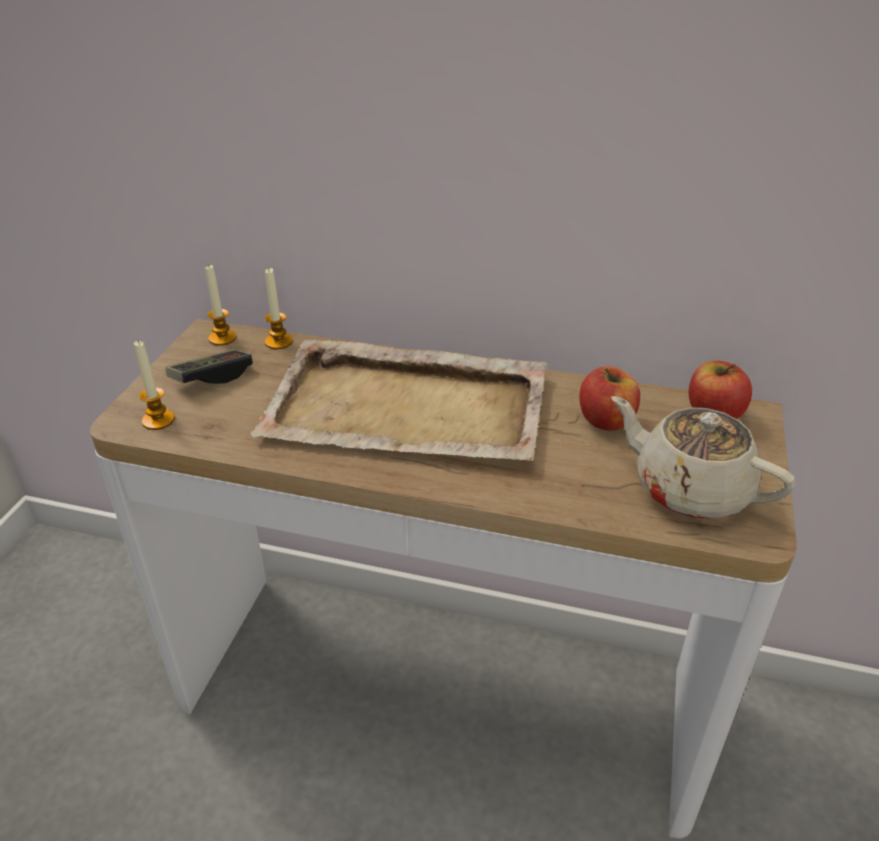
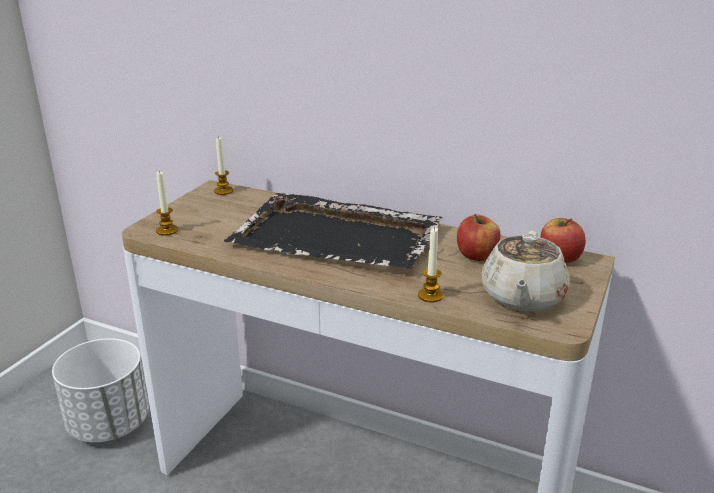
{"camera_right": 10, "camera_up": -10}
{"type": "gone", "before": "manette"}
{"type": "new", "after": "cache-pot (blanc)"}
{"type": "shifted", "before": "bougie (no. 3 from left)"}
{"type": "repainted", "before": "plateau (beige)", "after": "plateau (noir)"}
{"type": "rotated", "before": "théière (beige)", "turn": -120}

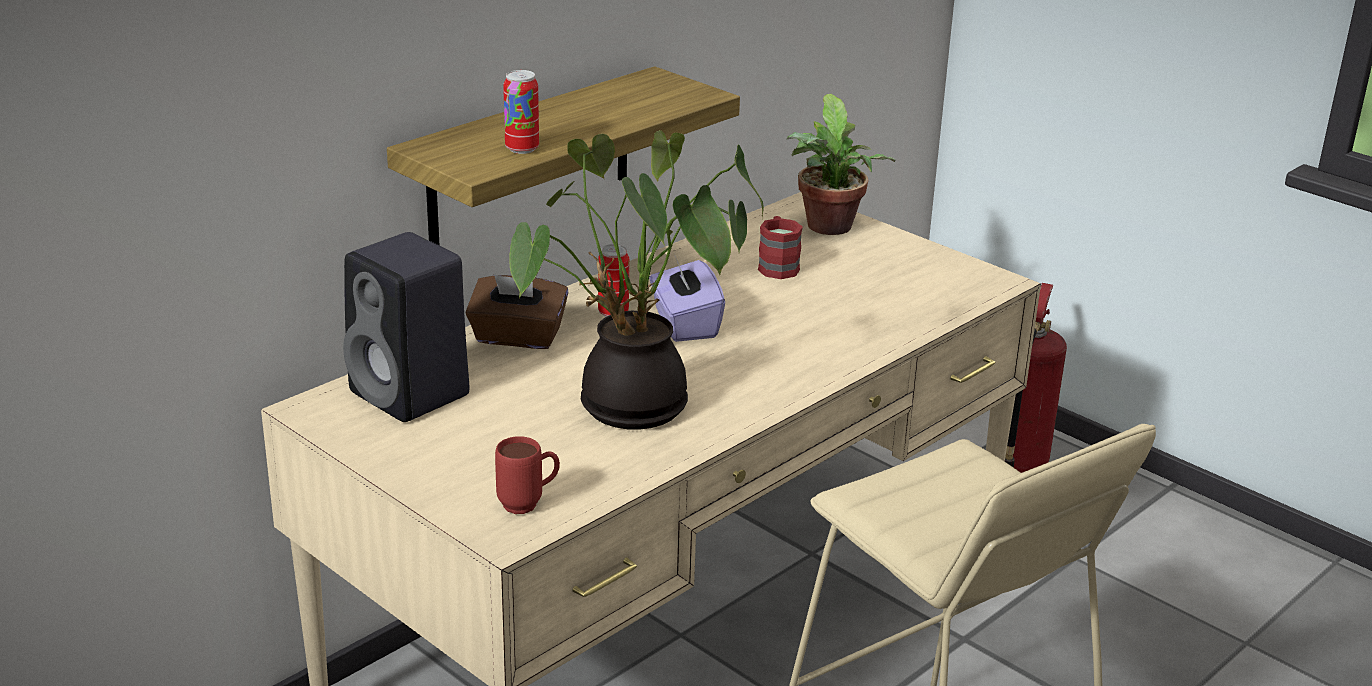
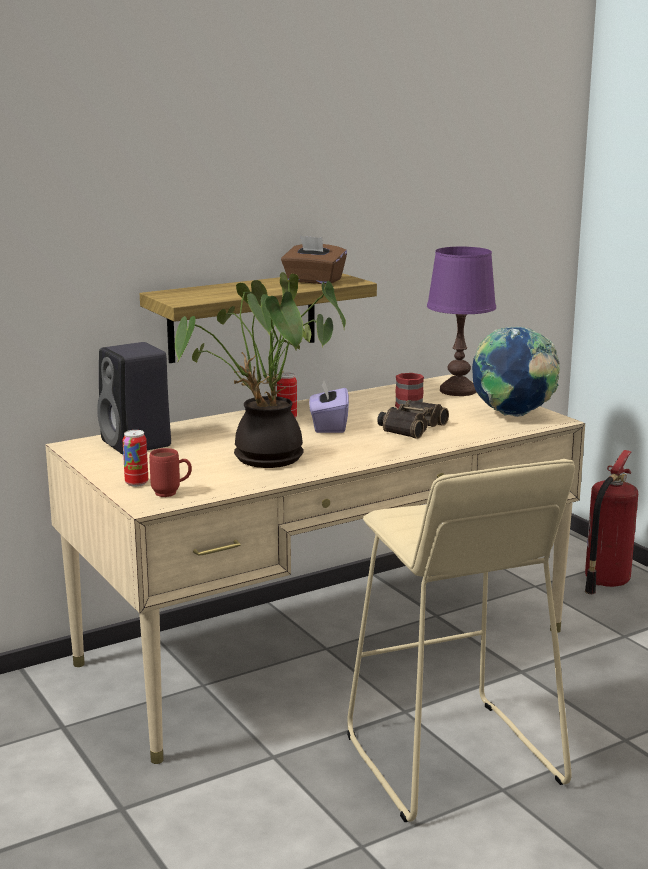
{"camera_right": 15, "camera_up": -10}
{"type": "new", "after": "jumelles"}
{"type": "new", "after": "globe"}
{"type": "shifted", "before": "boîte à mouchoirs (marron)"}
{"type": "shifted", "before": "boîte métallique (no. 1 from left)"}
{"type": "swapped", "before": "plante en pot (no. 2 from left)", "after": "lampe de table (violet)"}

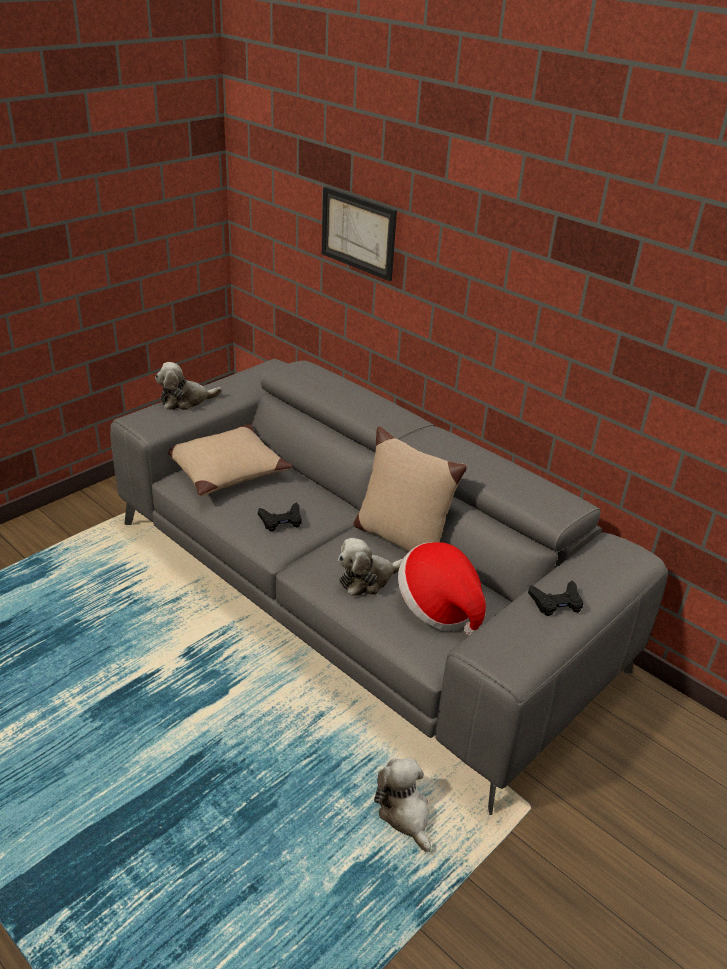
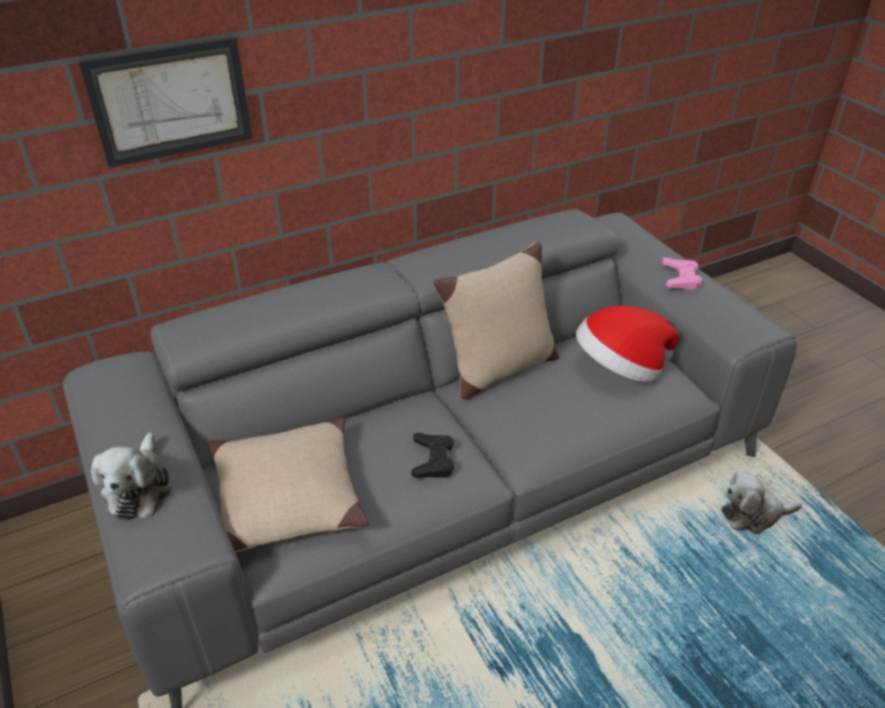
{"camera_right": -70, "camera_up": 5}
{"type": "gone", "before": "peluche (no. 2 from left)"}
{"type": "repainted", "before": "manette (noir) (no. 2 from left)", "after": "manette (rose)"}

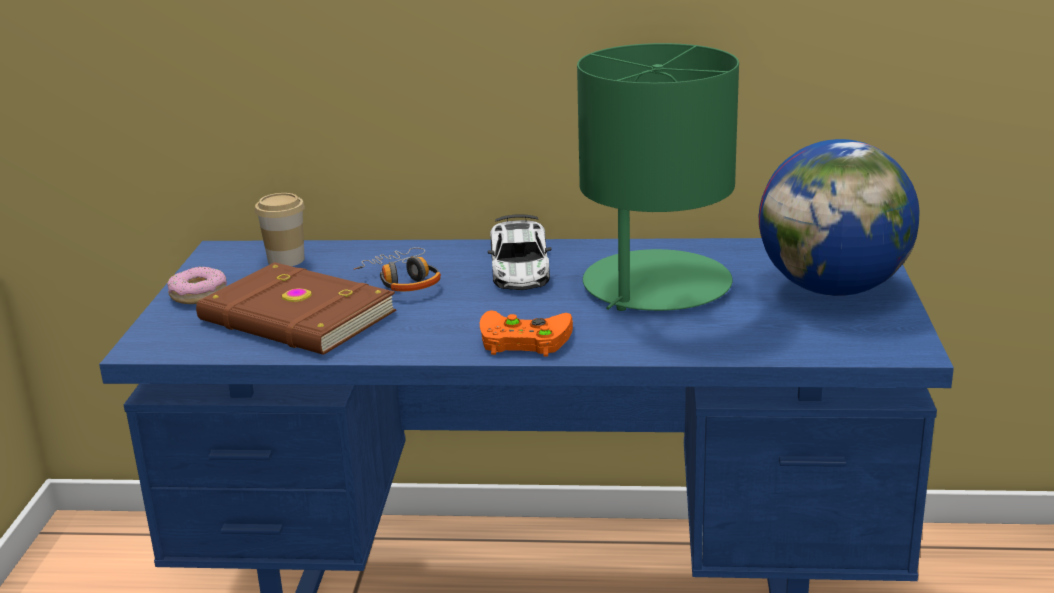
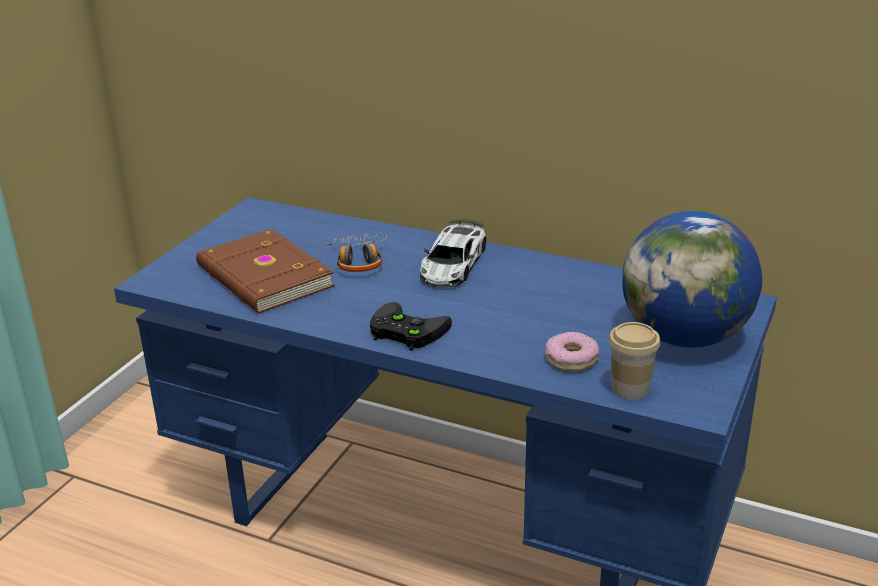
{"camera_right": 20, "camera_up": 5}
{"type": "gone", "before": "lampe de table (vert)"}
{"type": "shifted", "before": "beignet"}
{"type": "shifted", "before": "tasse"}
{"type": "repainted", "before": "manette (orange)", "after": "manette (noir)"}

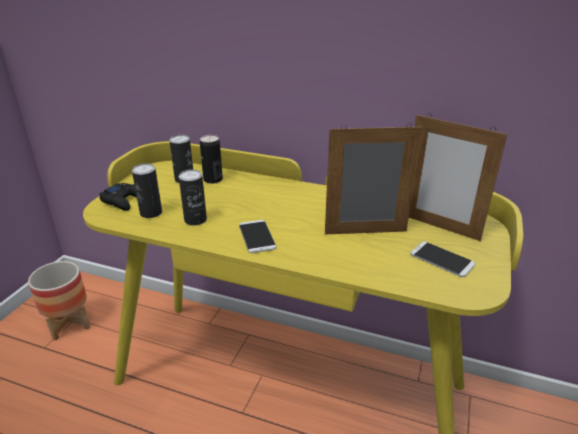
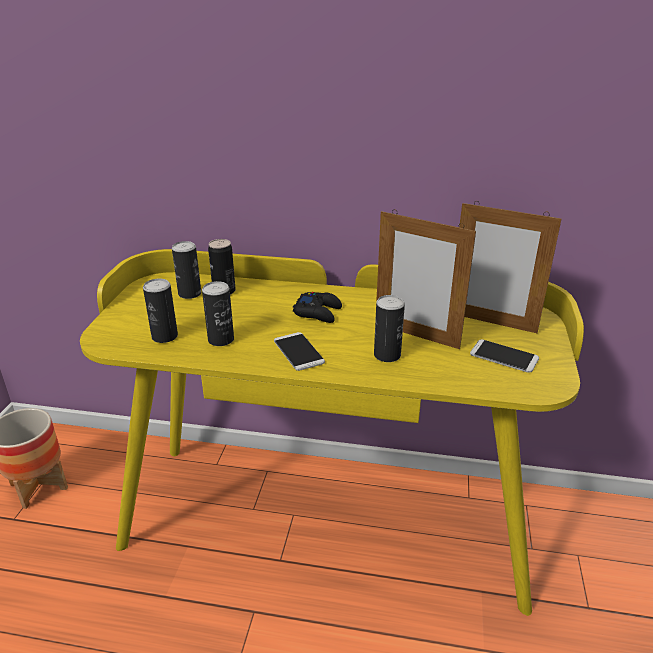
{"camera_right": -10, "camera_up": 0}
{"type": "new", "after": "boîte métallique (no. 5 from left)"}
{"type": "shifted", "before": "manette (noir)"}
{"type": "rotated", "before": "cadre photo (no. 1 from left)", "turn": -135}

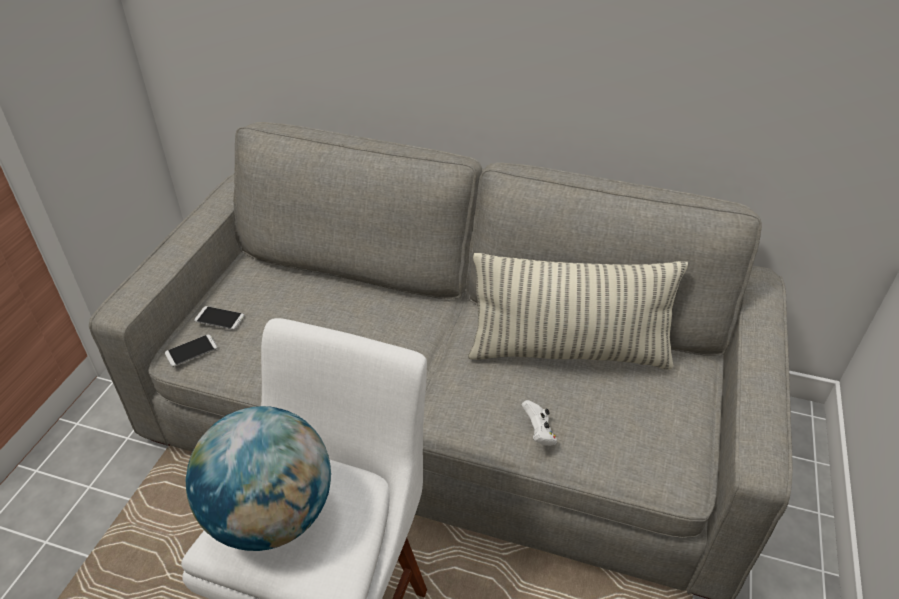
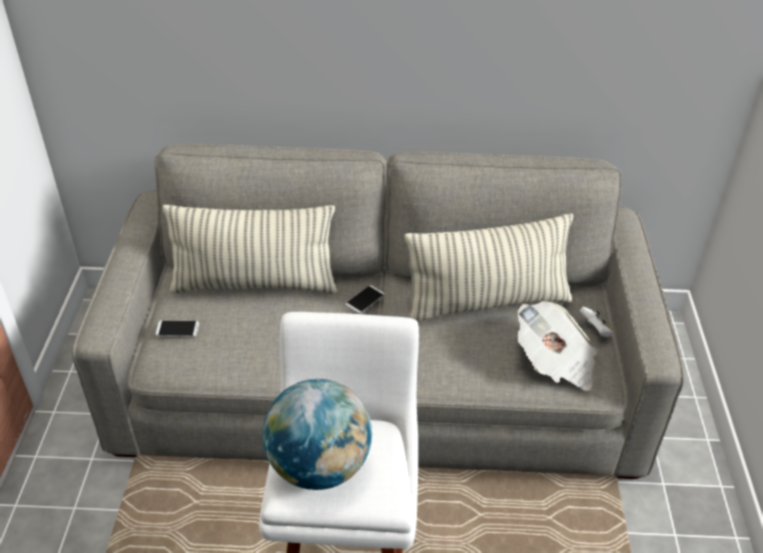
{"camera_right": -15, "camera_up": 0}
{"type": "new", "after": "coussin (no. 1 from left)"}
{"type": "new", "after": "journal"}
{"type": "shifted", "before": "téléphone (no. 1 from left in the first image)", "after": "téléphone (no. 2 from left)"}
{"type": "shifted", "before": "manette (blanc)"}

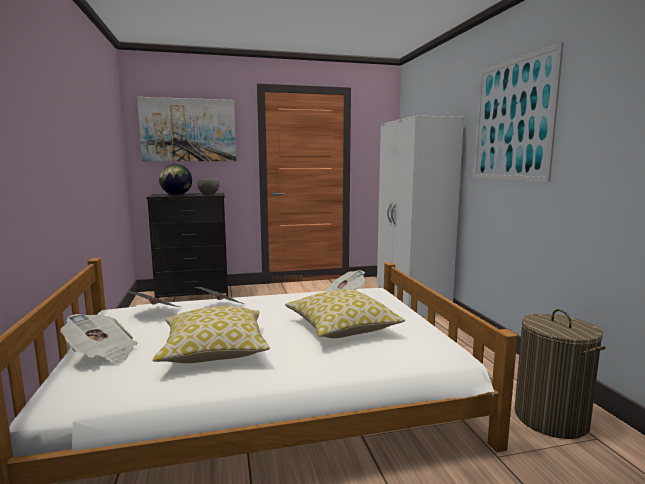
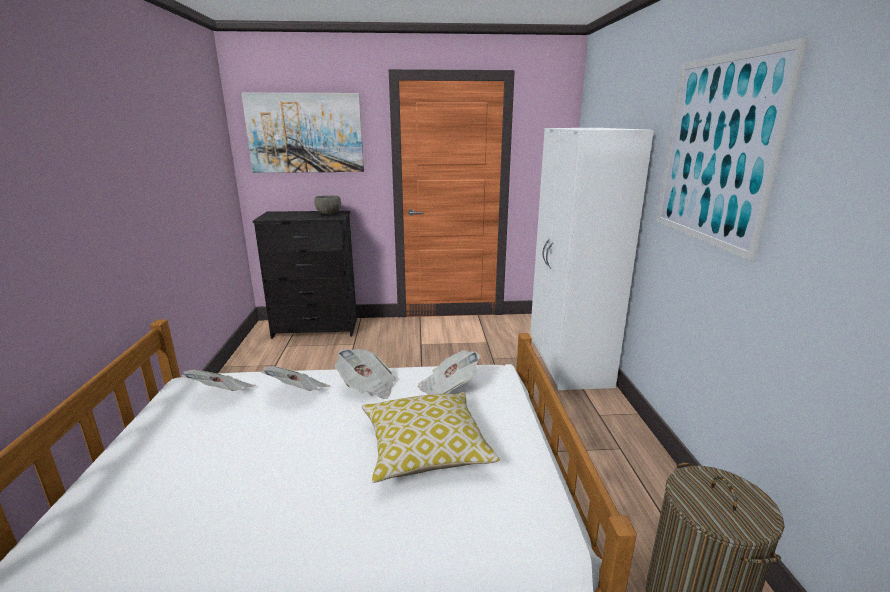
{"camera_right": 10, "camera_up": 10}
{"type": "gone", "before": "coussin (no. 1 from left)"}
{"type": "gone", "before": "globe"}
{"type": "shifted", "before": "journal (no. 1 from left in the first image)", "after": "journal (no. 3 from left)"}

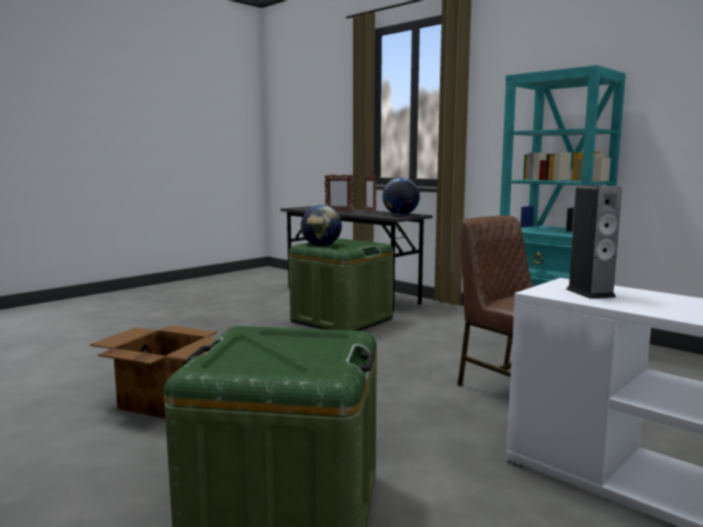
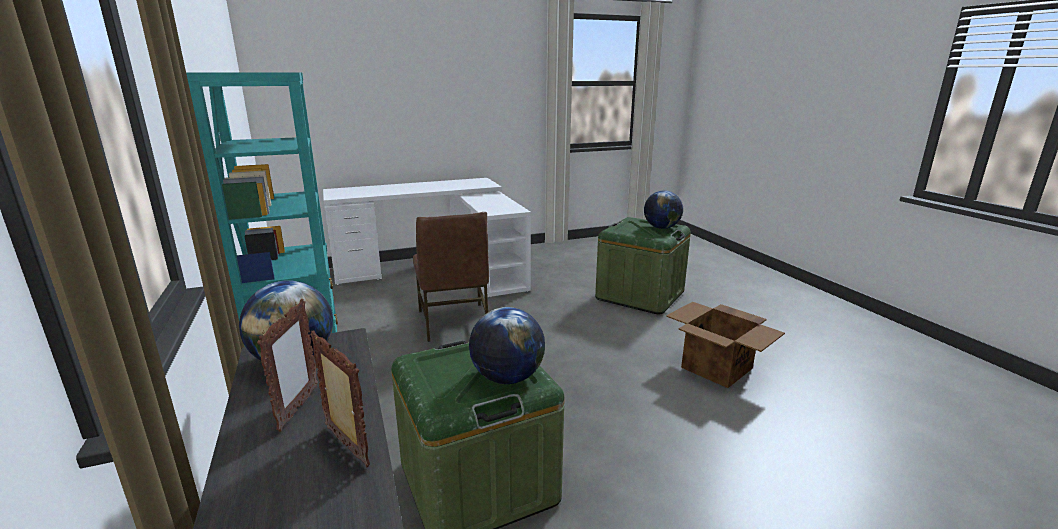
{"camera_right": -155, "camera_up": 10}
{"type": "gone", "before": "enceinte"}
{"type": "new", "after": "globe (no. 3 from left)"}

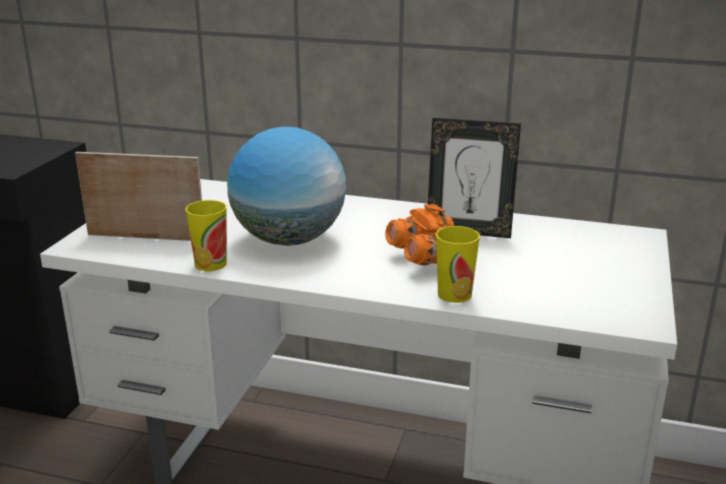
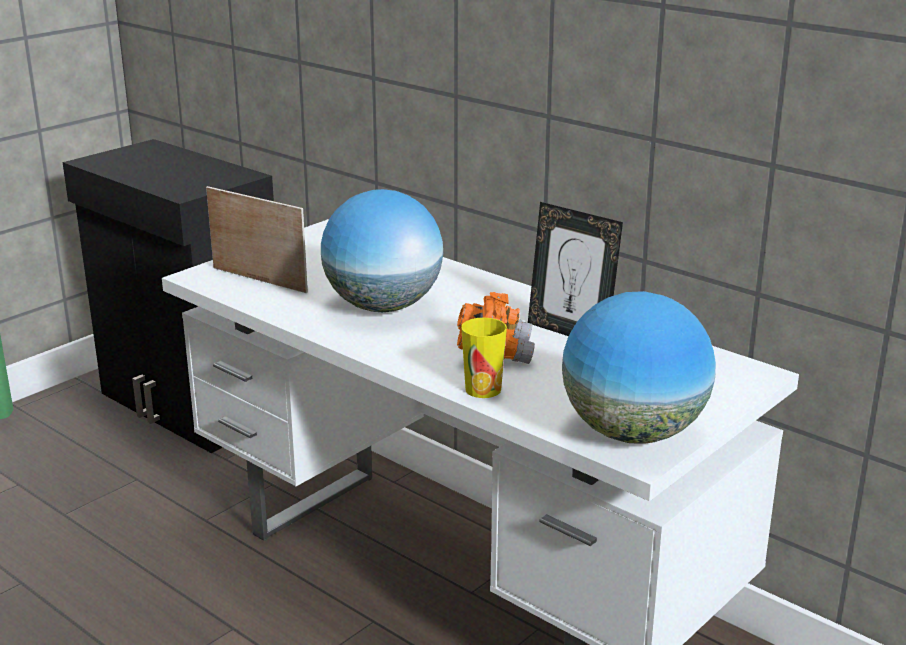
{"camera_right": 25, "camera_up": 0}
{"type": "gone", "before": "tasse (no. 1 from left)"}
{"type": "new", "after": "globe (no. 2 from left)"}

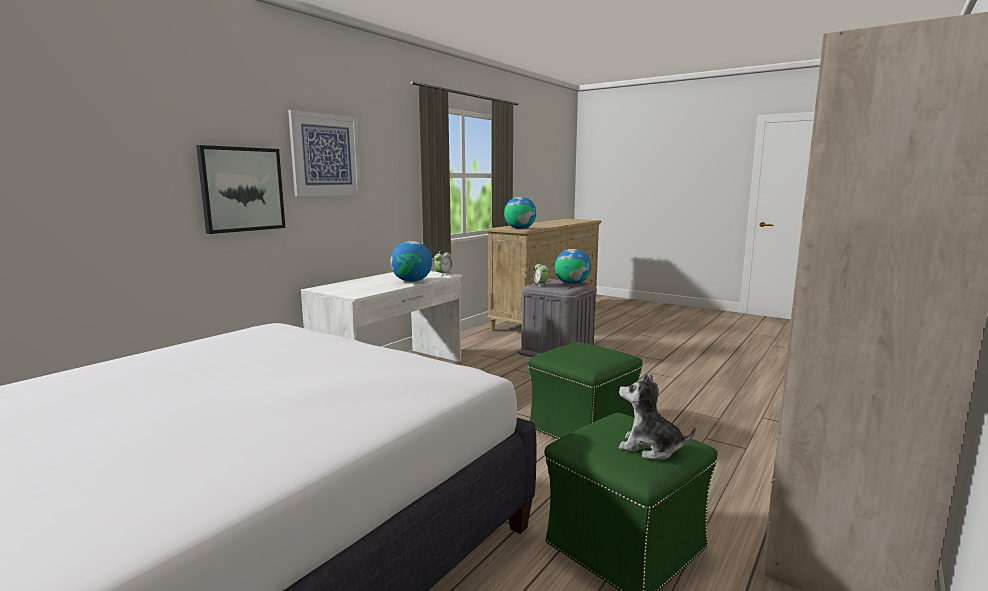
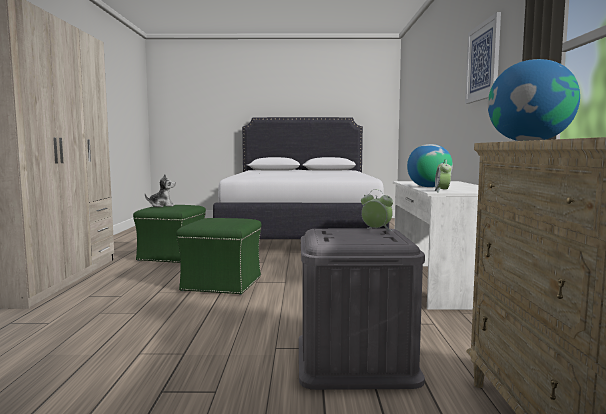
{"camera_right": 145, "camera_up": -5}
{"type": "gone", "before": "tableau (no. 1 from left)"}
{"type": "gone", "before": "globe (no. 3 from left)"}

